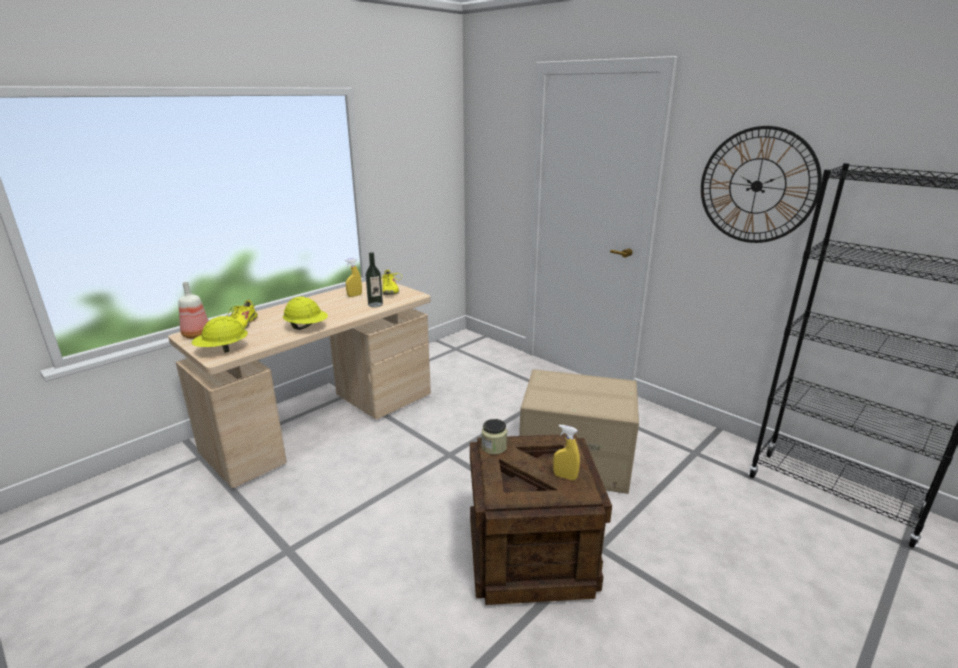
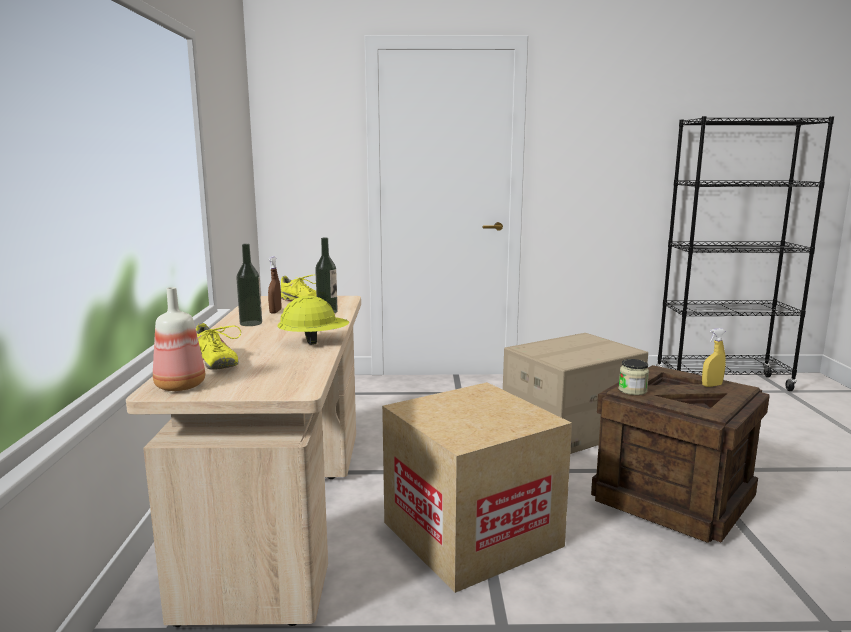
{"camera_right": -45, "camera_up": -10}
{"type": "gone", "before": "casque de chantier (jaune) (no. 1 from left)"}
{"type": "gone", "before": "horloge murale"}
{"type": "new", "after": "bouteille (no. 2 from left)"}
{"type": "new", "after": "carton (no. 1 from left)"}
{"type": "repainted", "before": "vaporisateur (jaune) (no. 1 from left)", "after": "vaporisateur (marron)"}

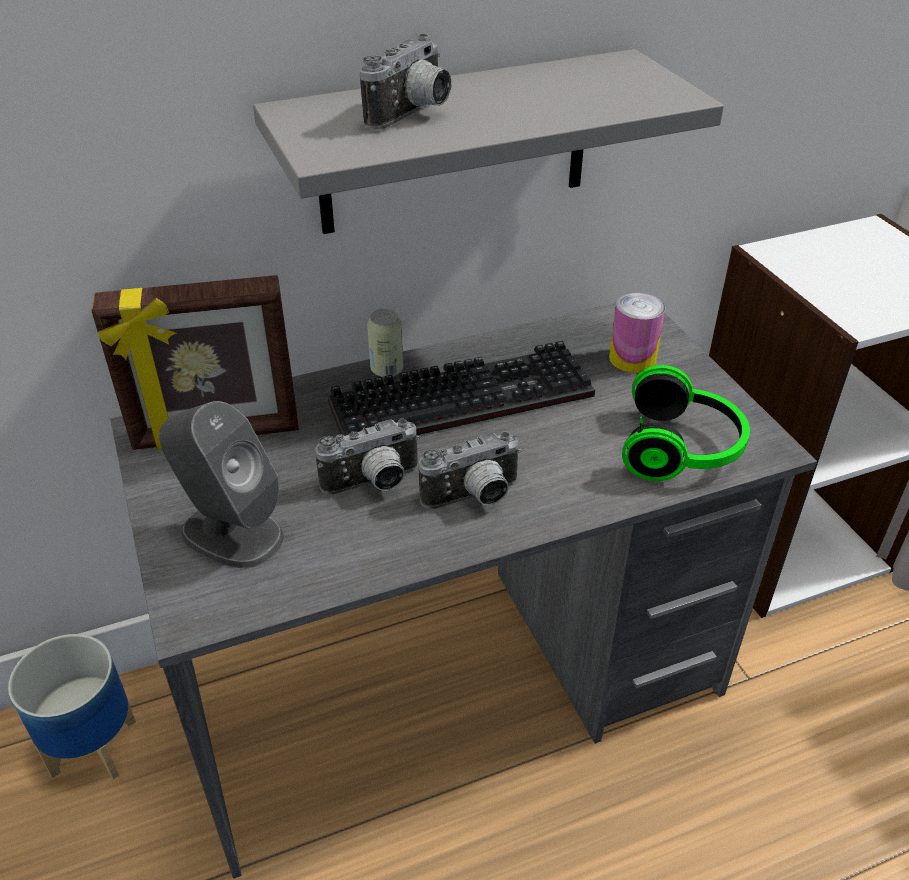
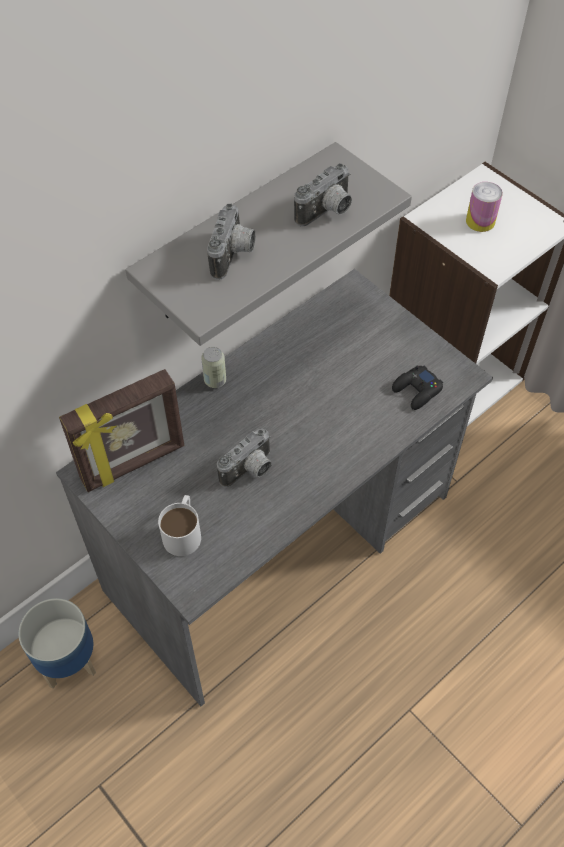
{"camera_right": -20, "camera_up": 15}
{"type": "gone", "before": "clavier"}
{"type": "shifted", "before": "appareil photo (no. 3 from left)"}
{"type": "shifted", "before": "boîte métallique (no. 2 from left)"}
{"type": "swapped", "before": "enceinte (gris)", "after": "mug (blanc)"}
{"type": "swapped", "before": "casque audio", "after": "manette (noir)"}

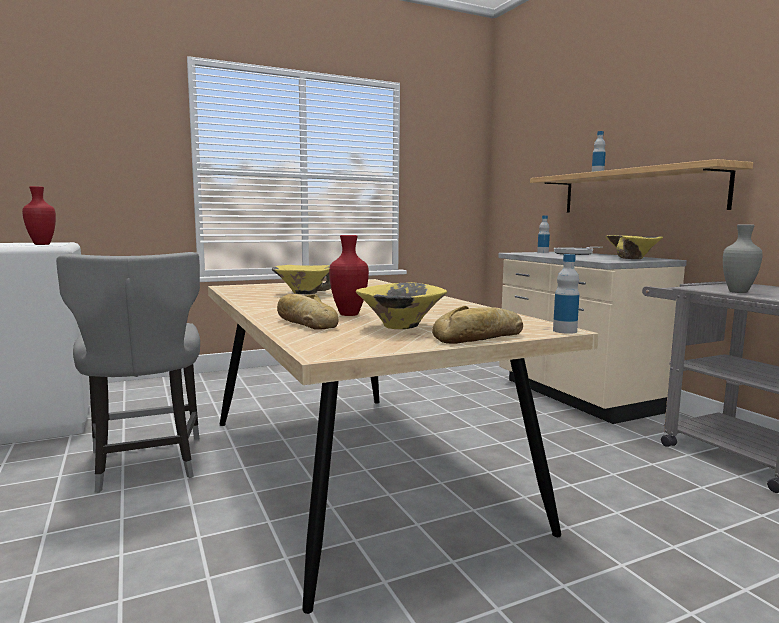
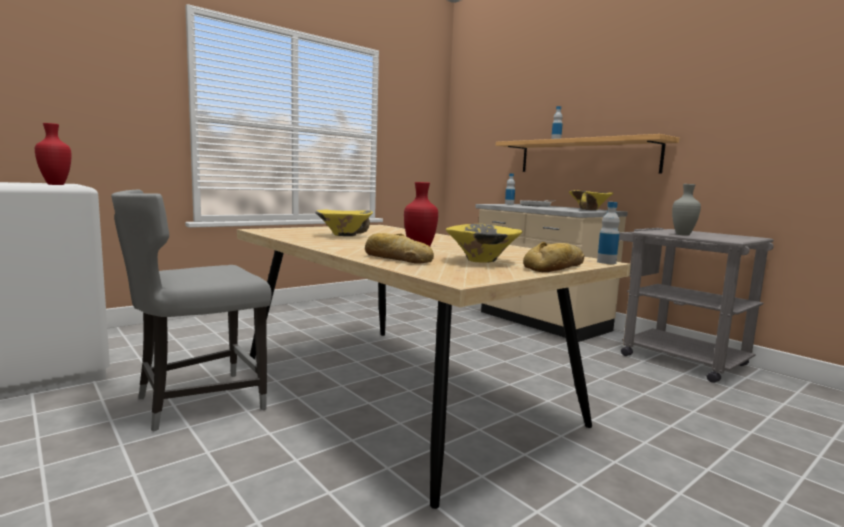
{"camera_right": -15, "camera_up": 0}
{"type": "rotated", "before": "chaise (gris)", "turn": 90}

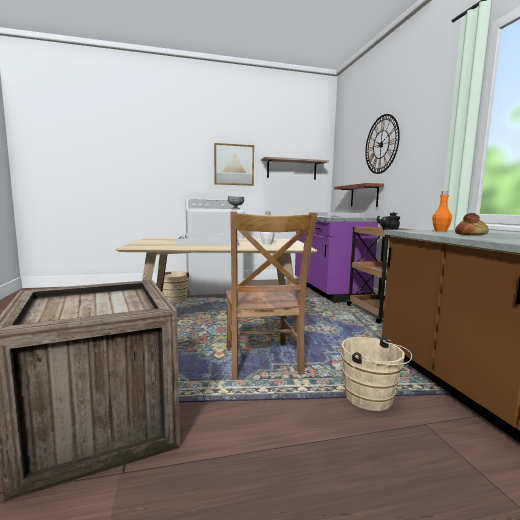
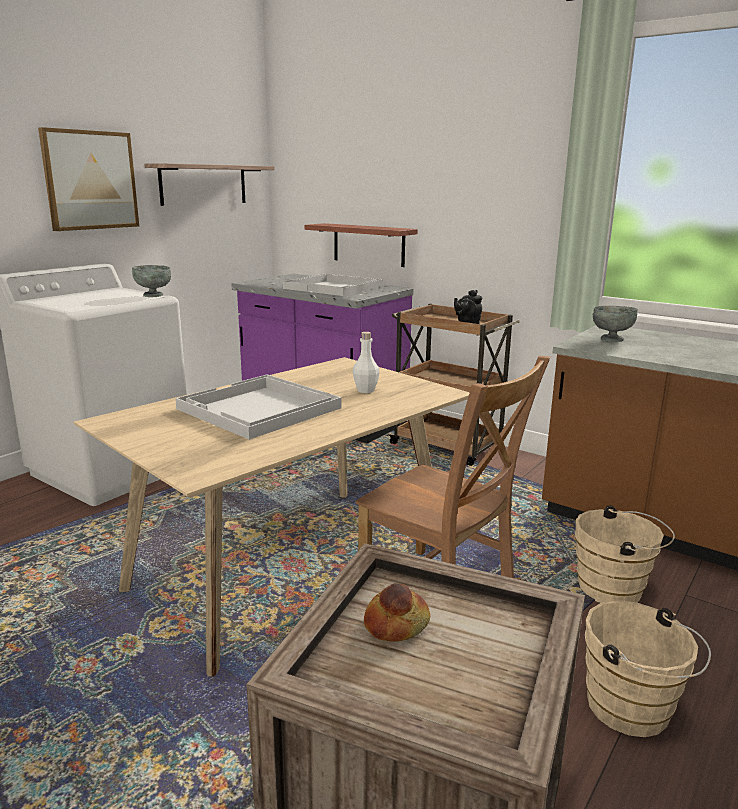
{"camera_right": -40, "camera_up": 10}
{"type": "gone", "before": "horloge murale"}
{"type": "shifted", "before": "seau (beige) (no. 1 from left in the first image)", "after": "seau (beige) (no. 2 from left)"}
{"type": "shifted", "before": "pain"}
{"type": "swapped", "before": "bouteille (orange)", "after": "bol (gris) (no. 2 from left)"}

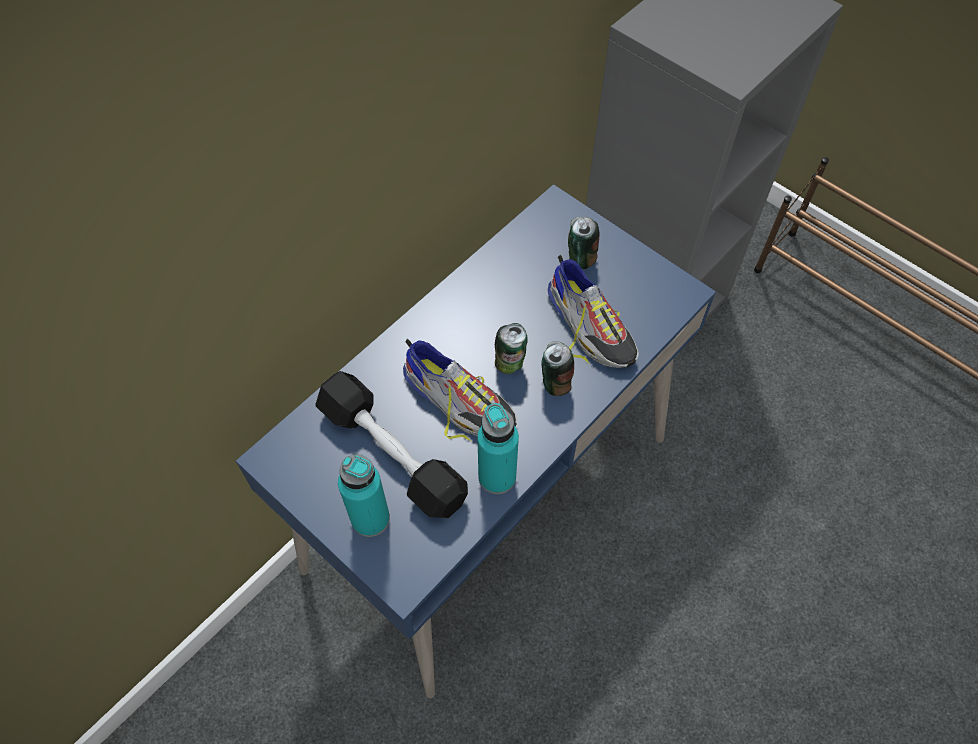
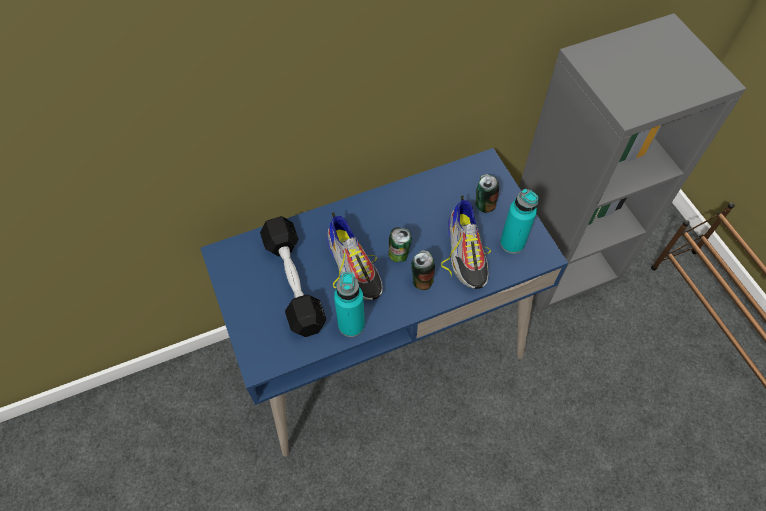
{"camera_right": 25, "camera_up": 0}
{"type": "shifted", "before": "bouteille (turquoise) (no. 1 from left in the first image)", "after": "bouteille (turquoise) (no. 2 from left)"}

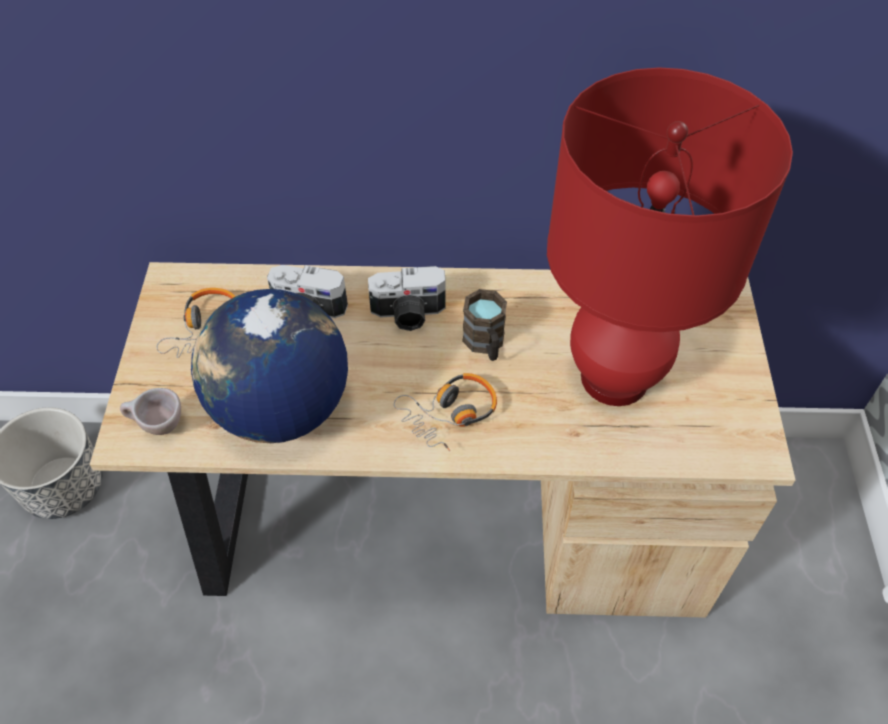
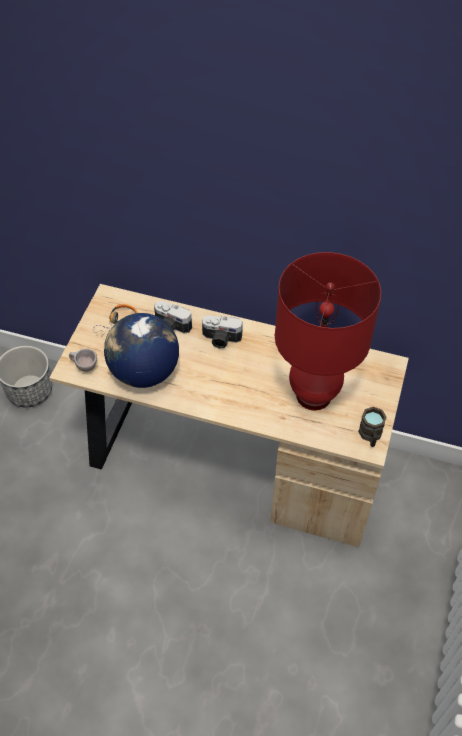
{"camera_right": 15, "camera_up": 0}
{"type": "gone", "before": "casque audio (no. 2 from left)"}
{"type": "shifted", "before": "mug (marron)"}

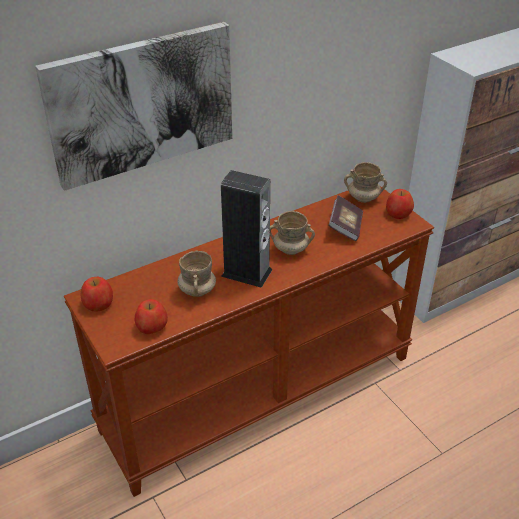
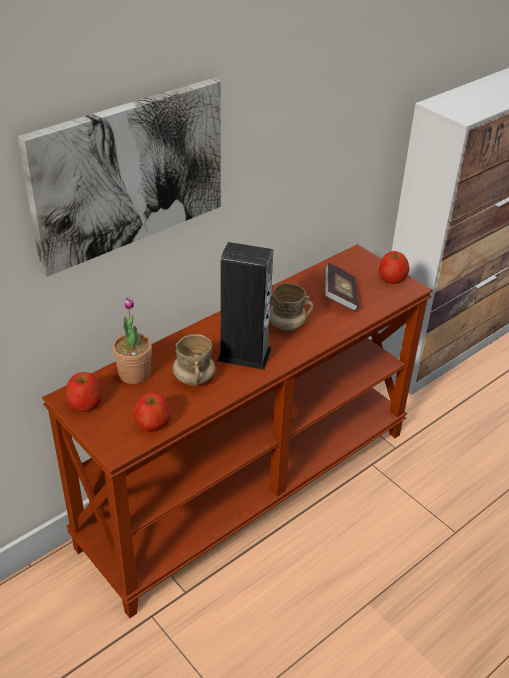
{"camera_right": -10, "camera_up": 0}
{"type": "gone", "before": "mug (beige) (no. 3 from left)"}
{"type": "new", "after": "plante en pot"}

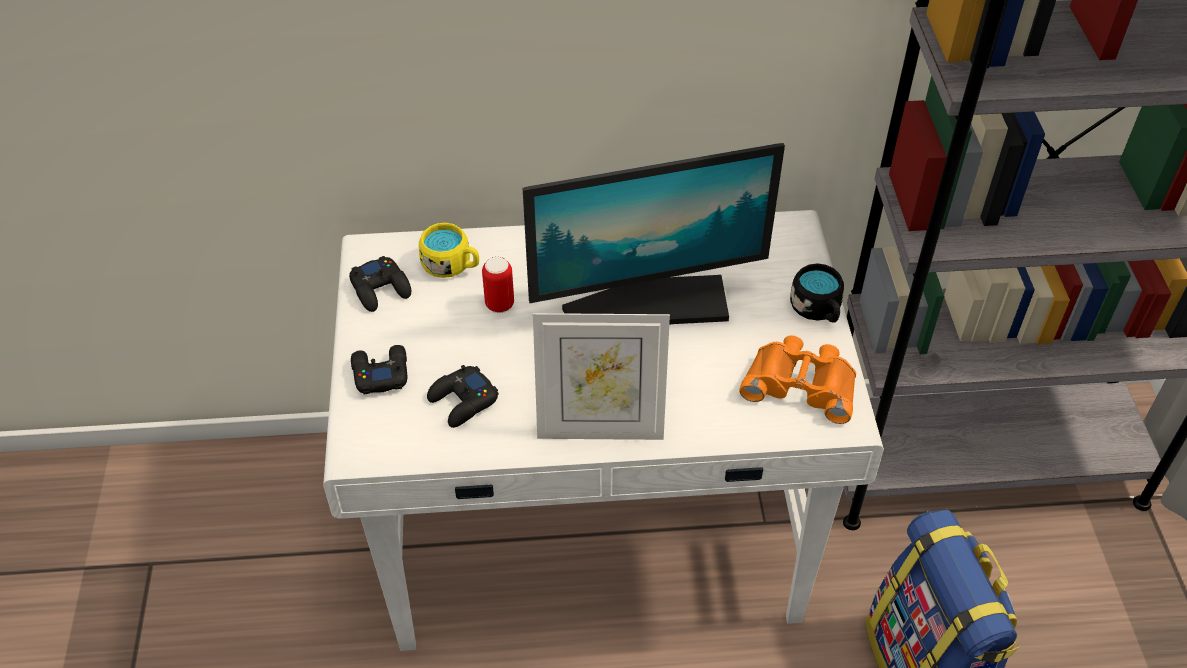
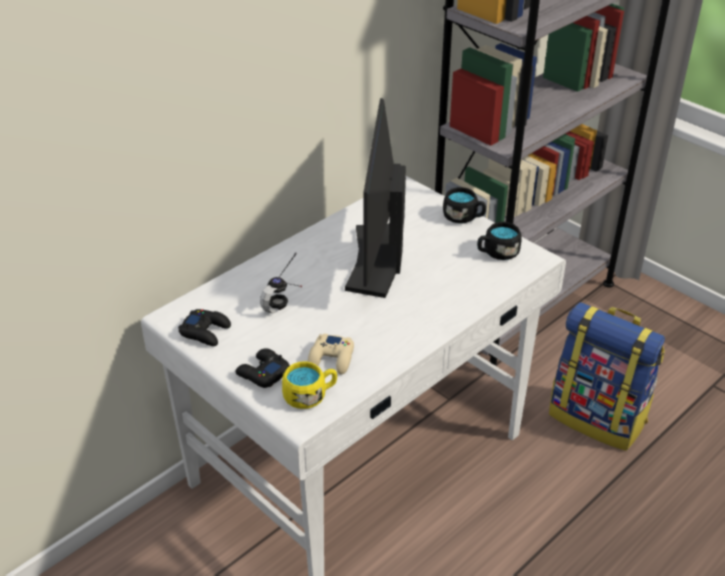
{"camera_right": -40, "camera_up": -10}
{"type": "gone", "before": "cadre photo"}
{"type": "shifted", "before": "mug (jaune)"}
{"type": "swapped", "before": "boîte métallique", "after": "casque audio"}
{"type": "swapped", "before": "jumelles (orange)", "after": "mug (noir) (no. 2 from left)"}
{"type": "repainted", "before": "manette (noir) (no. 3 from left)", "after": "manette (beige)"}
{"type": "rotated", "before": "écran d'ordinateur", "turn": 150}

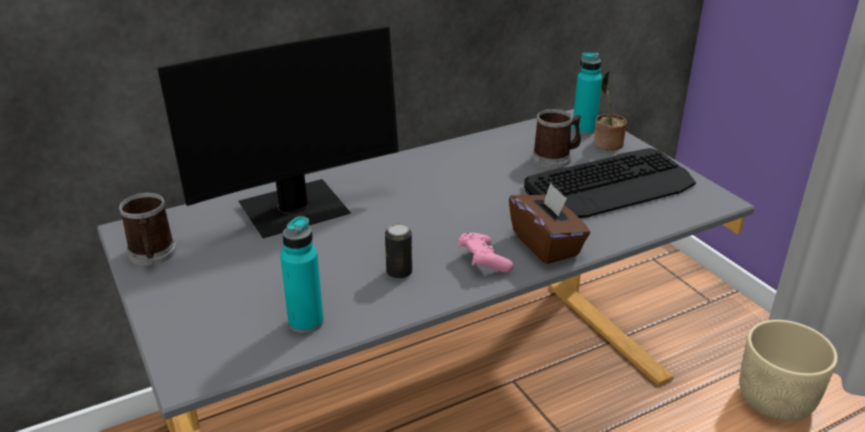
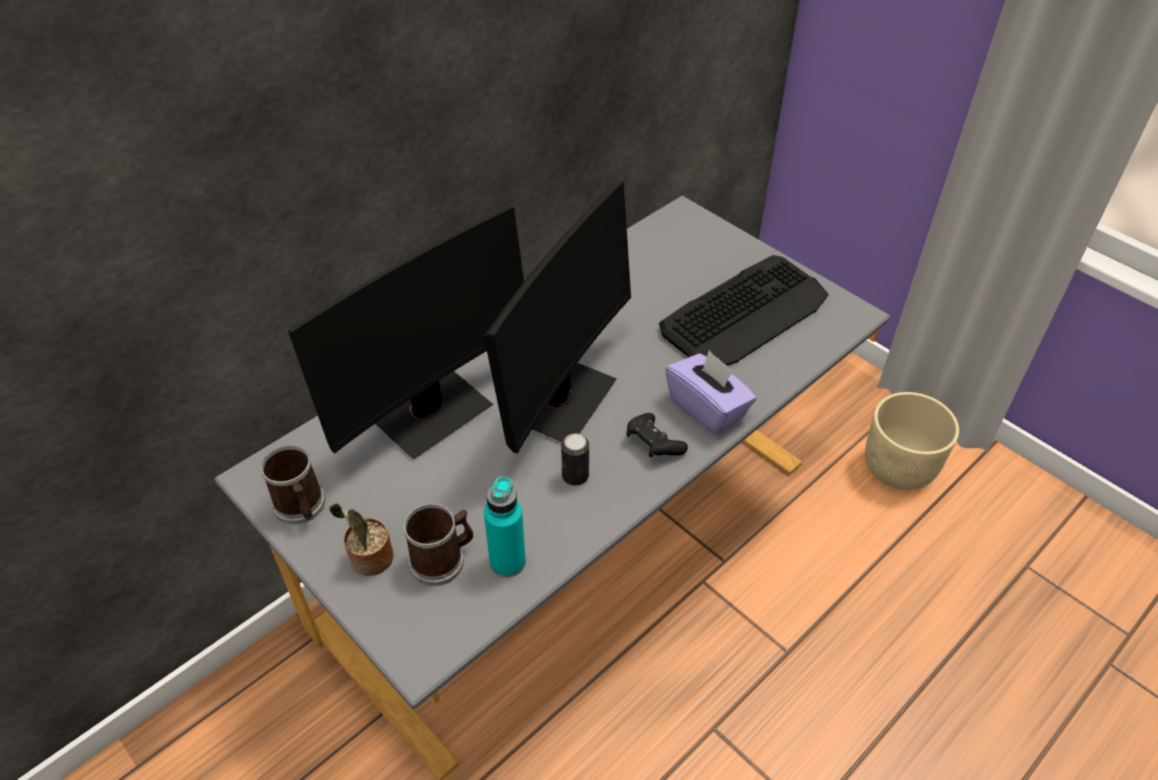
{"camera_right": -15, "camera_up": 15}
{"type": "gone", "before": "bouteille (turquoise) (no. 2 from left)"}
{"type": "new", "after": "écran d'ordinateur (no. 2 from left)"}
{"type": "shifted", "before": "mug (no. 2 from left)"}
{"type": "shifted", "before": "plante en pot"}
{"type": "repainted", "before": "manette (rose)", "after": "manette (noir)"}
{"type": "repainted", "before": "boîte à mouchoirs (marron)", "after": "boîte à mouchoirs (violet)"}

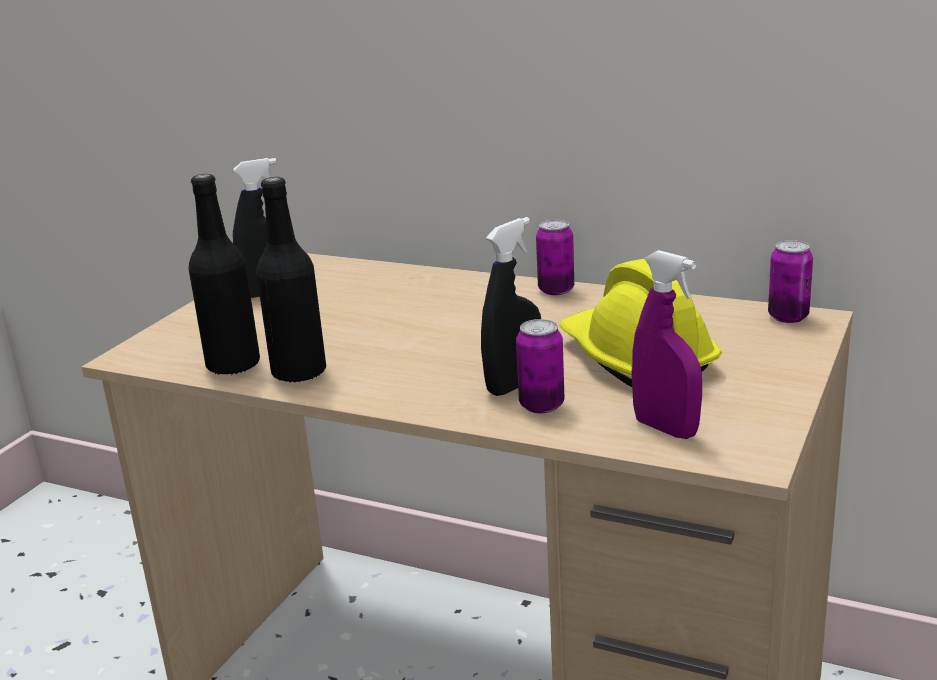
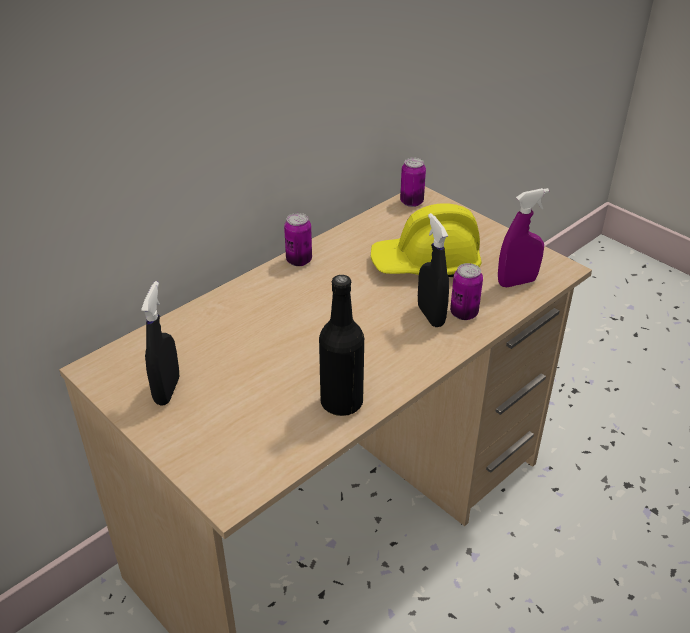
{"camera_right": -70, "camera_up": 15}
{"type": "gone", "before": "bouteille (noir) (no. 1 from left)"}

